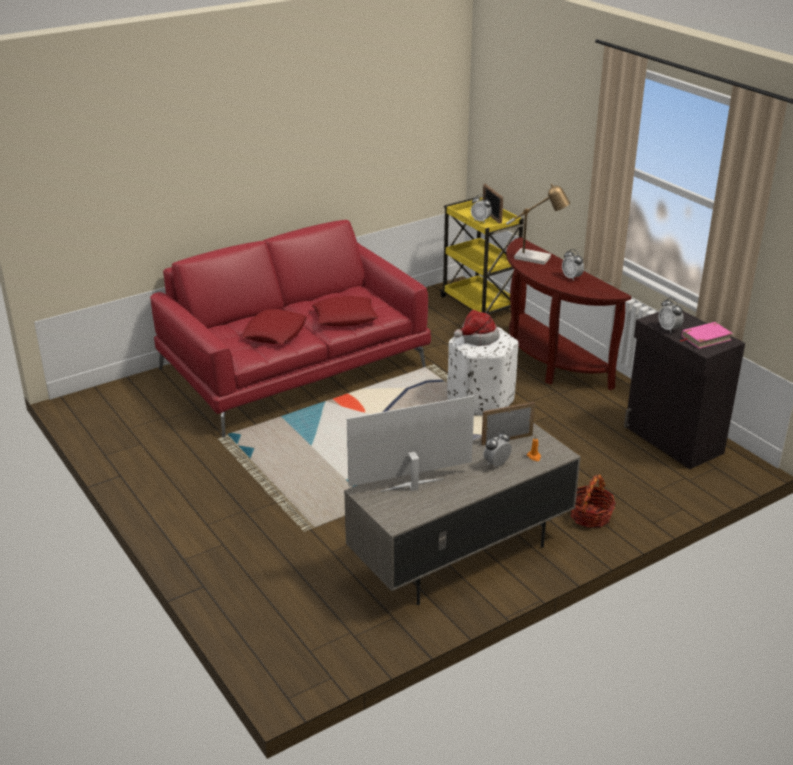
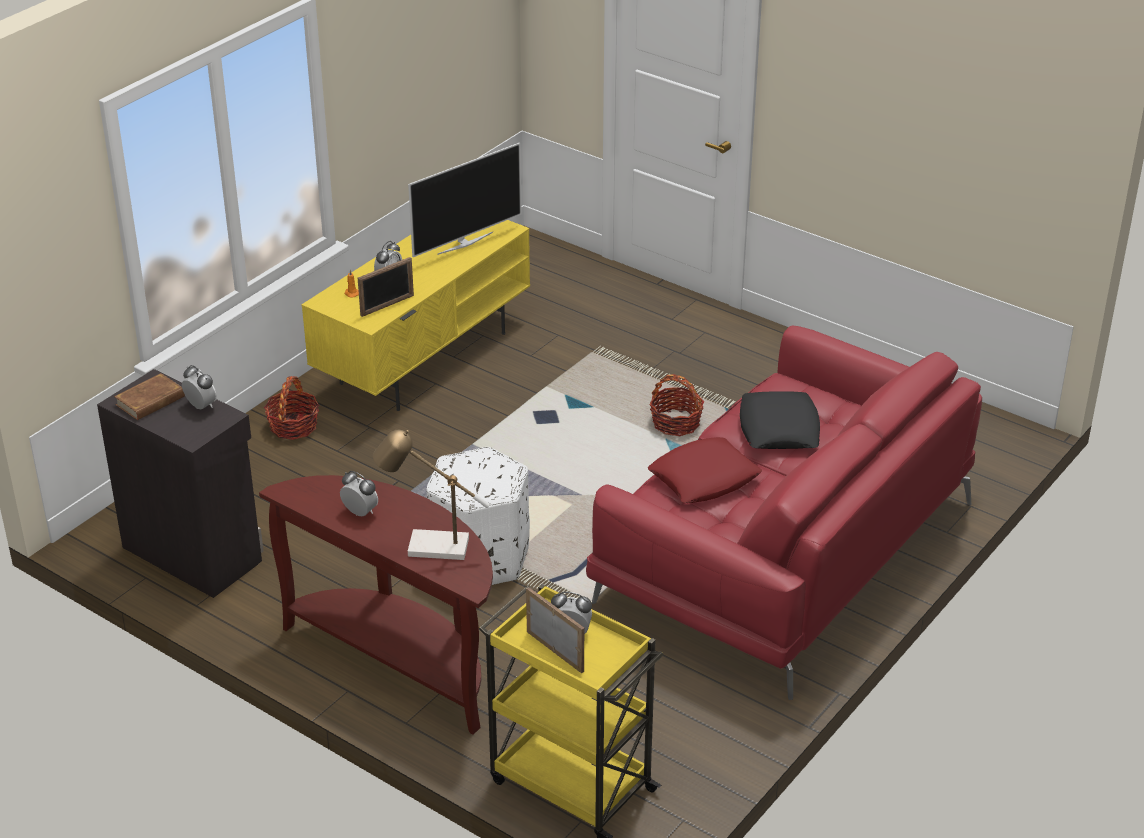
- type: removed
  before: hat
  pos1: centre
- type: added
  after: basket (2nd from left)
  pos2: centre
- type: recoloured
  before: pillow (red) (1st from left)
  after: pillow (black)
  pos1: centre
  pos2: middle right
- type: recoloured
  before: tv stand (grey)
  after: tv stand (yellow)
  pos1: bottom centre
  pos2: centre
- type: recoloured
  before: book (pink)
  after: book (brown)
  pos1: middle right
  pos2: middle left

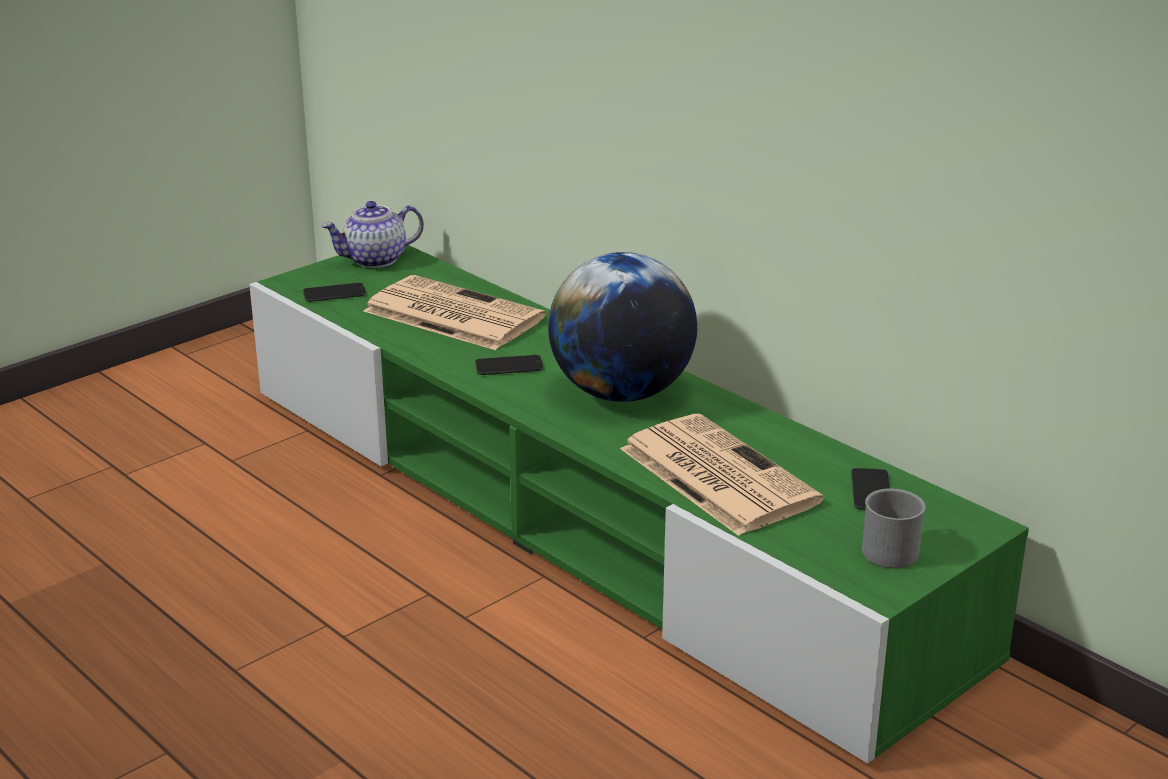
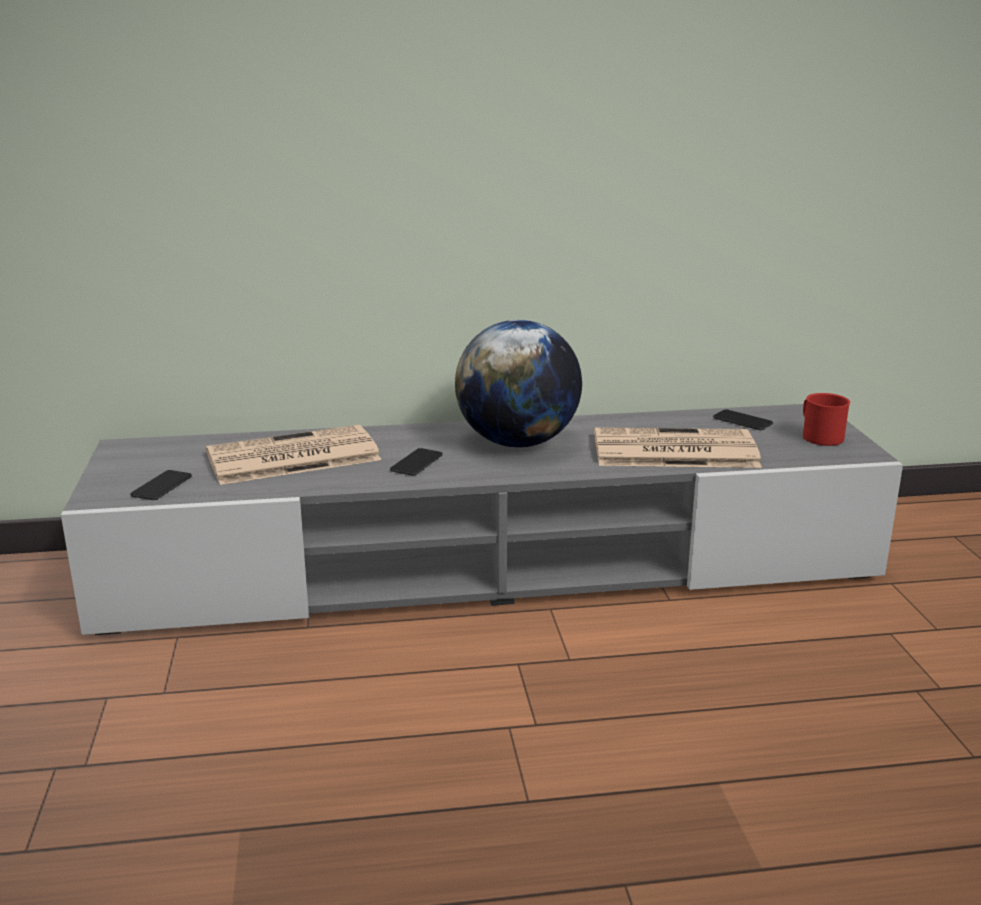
- type: removed
  before: teapot
  pos1: top left
- type: recoloured
  before: tv stand (green)
  after: tv stand (grey)
  pos1: centre
  pos2: centre
- type: recoloured
  before: mug (grey)
  after: mug (red)
  pos1: bottom right
  pos2: middle right

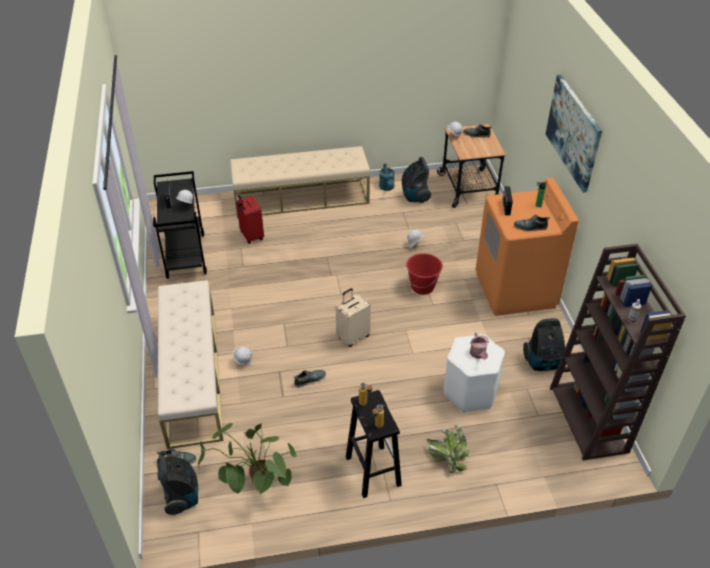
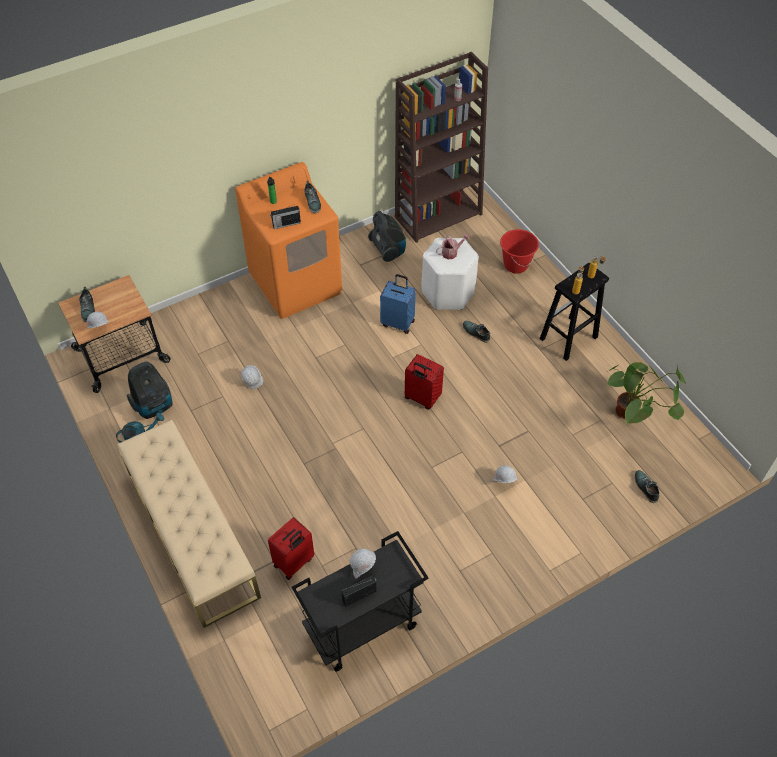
- type: removed
  before: vacuum cleaner (1st from left)
  pos1: bottom left
- type: removed
  before: bench (beige) (1st from left)
  pos1: middle left
- type: removed
  before: potted plant (2nd from left)
  pos1: bottom centre
- type: removed
  before: picture
  pos1: top right
- type: added
  after: suitcase (blue)
  pos2: centre
- type: moved
  before: shoe (2nd from left in the first image)
  after: shoe (3rd from left)
  pos1: bottom centre
  pos2: centre
- type: moved
  before: bucket (red)
  pos1: centre
  pos2: top right
- type: recoloured
  before: suitcase (beige)
  after: suitcase (red) (2nd from left)
  pos1: centre
  pos2: centre

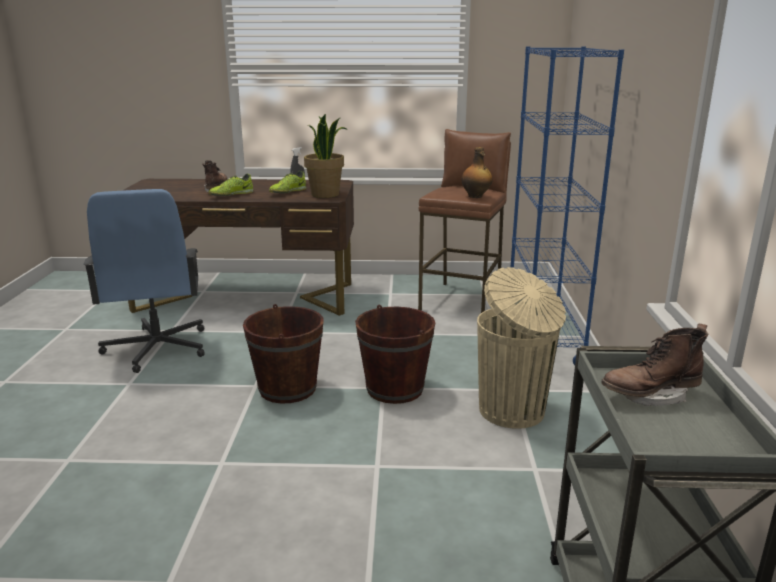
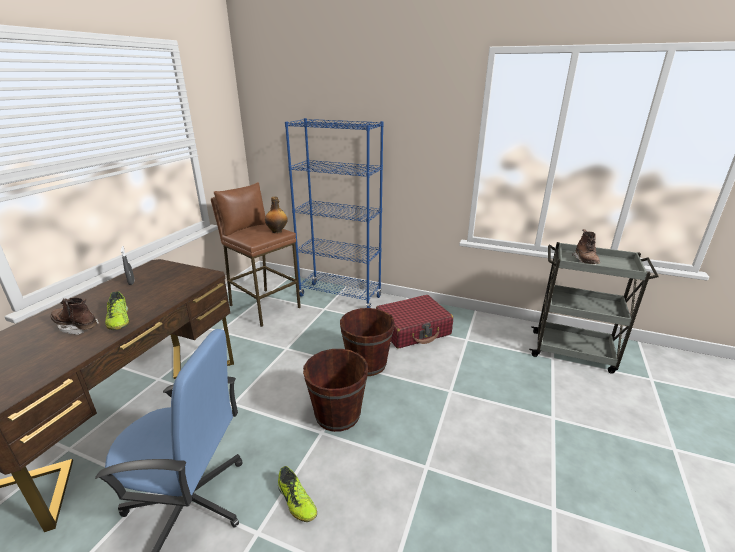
- type: removed
  before: potted plant
  pos1: top centre
- type: moved
  before: shoe (2nd from left)
  pos1: top centre
  pos2: bottom centre
- type: replaced
  before: trash can (beige)
  after: suitcase (red)
  pos1: middle right
  pos2: centre

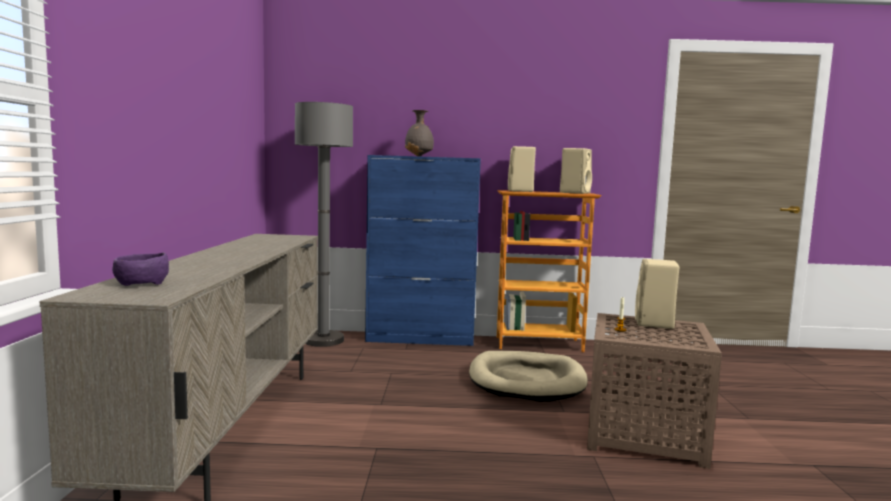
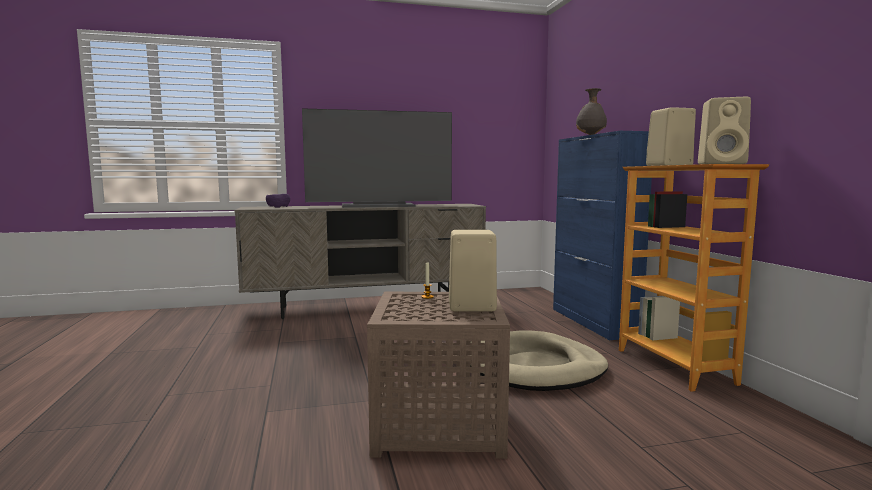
- type: removed
  before: floor lamp (grey)
  pos1: centre
- type: added
  after: television
  pos2: top centre

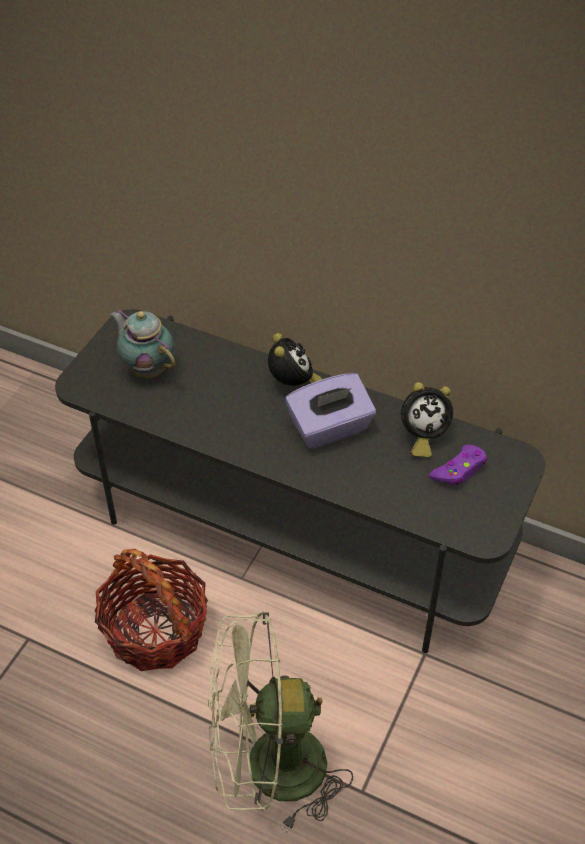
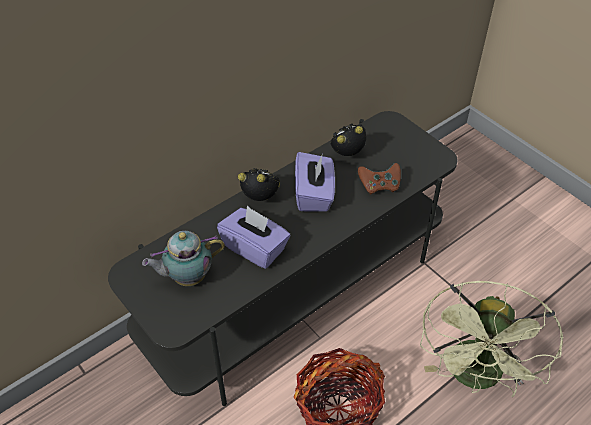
- type: removed
  before: game controller (purple)
  pos1: middle right
- type: added
  after: tissue box (purple) (1st from left)
  pos2: centre
- type: added
  after: game controller (brown)
  pos2: centre
- type: turned
  before: alarm clock (2nd from left)
  pos1: middle right
  pos2: top centre
  turn: -135

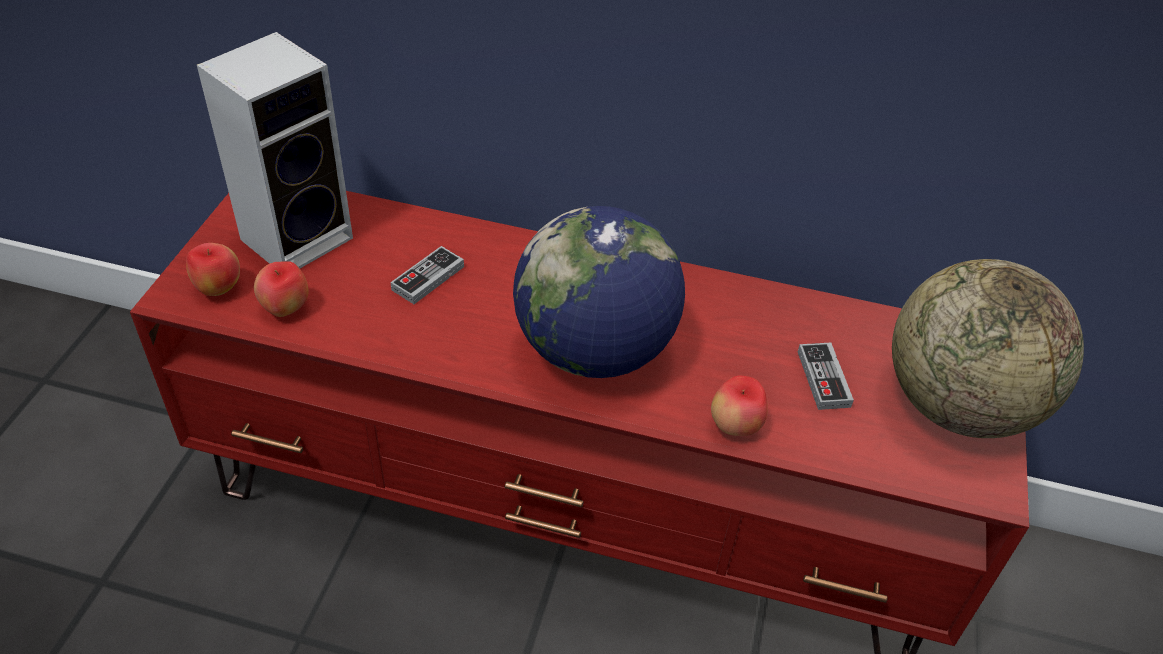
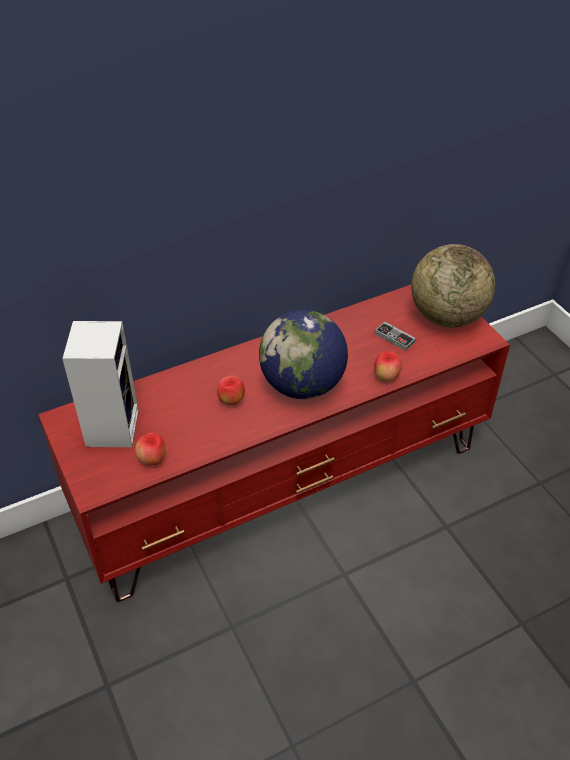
- type: removed
  before: game controller (1st from left)
  pos1: centre
- type: moved
  before: apple (1st from left in the first image)
  after: apple (2nd from left)
  pos1: middle left
  pos2: centre

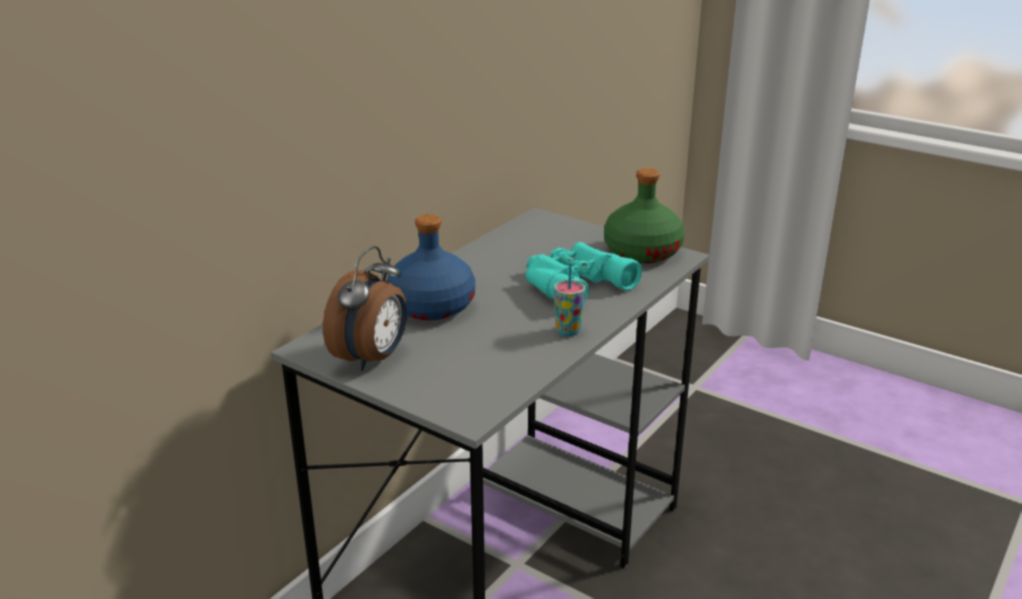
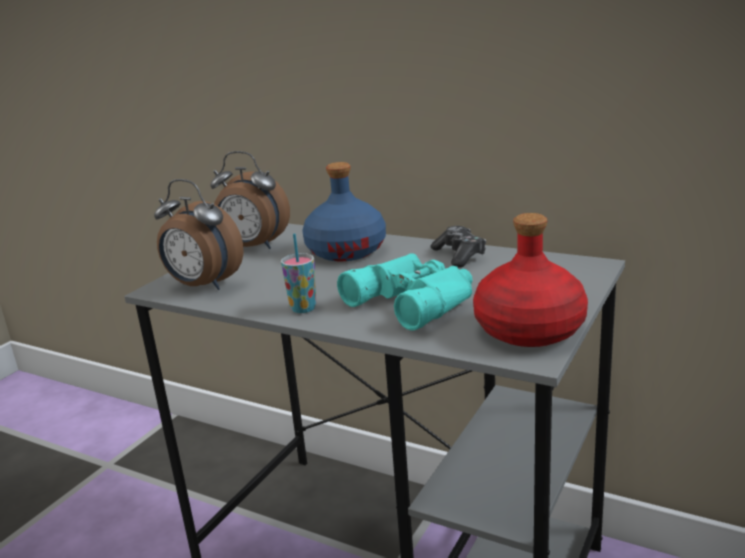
- type: added
  after: alarm clock (1st from left)
  pos2: middle left
- type: added
  after: game controller
  pos2: centre
- type: recoloured
  before: bottle (green)
  after: bottle (red)
  pos1: centre
  pos2: middle right

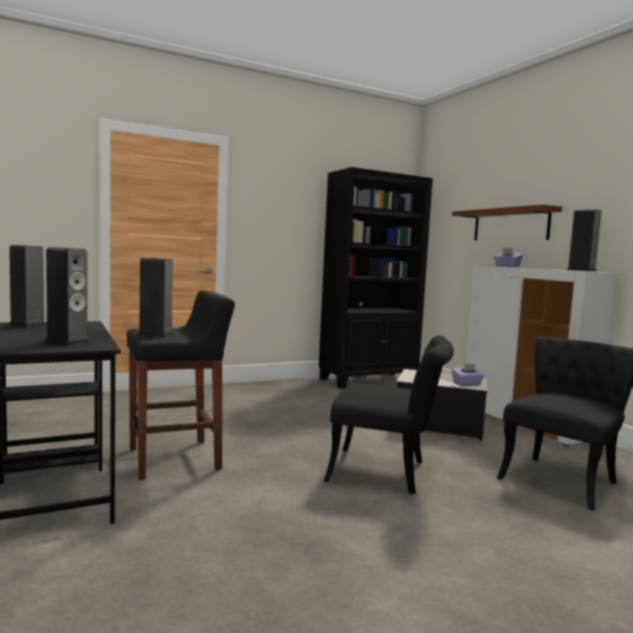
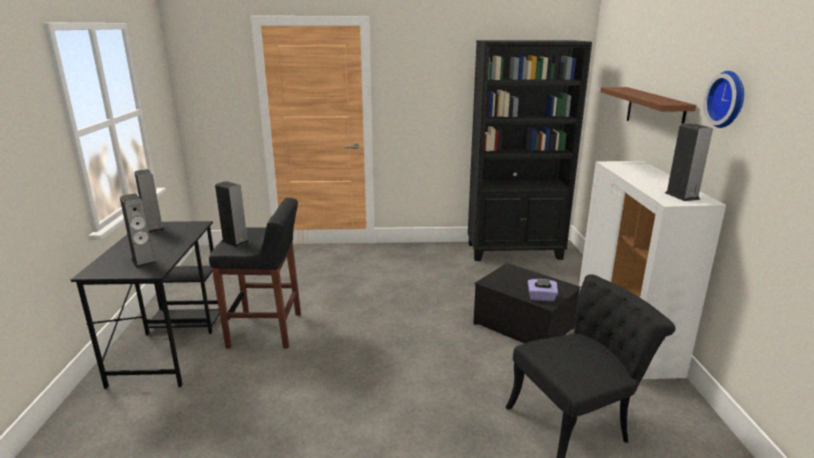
- type: removed
  before: chair (black) (1st from left)
  pos1: centre
- type: removed
  before: tissue box (purple) (2nd from left)
  pos1: middle right
- type: added
  after: wall clock
  pos2: top right

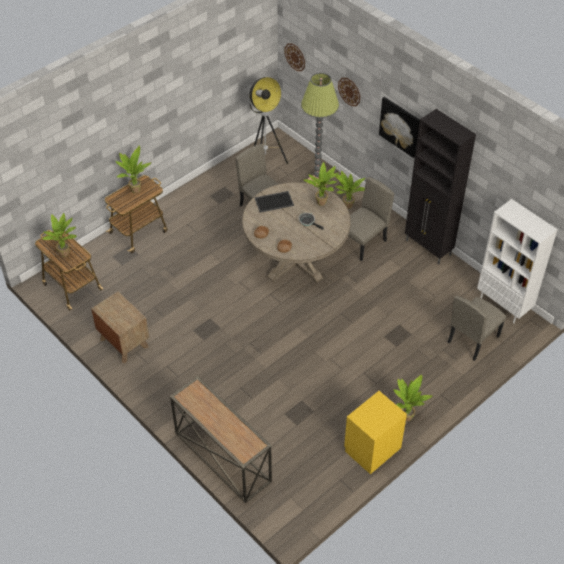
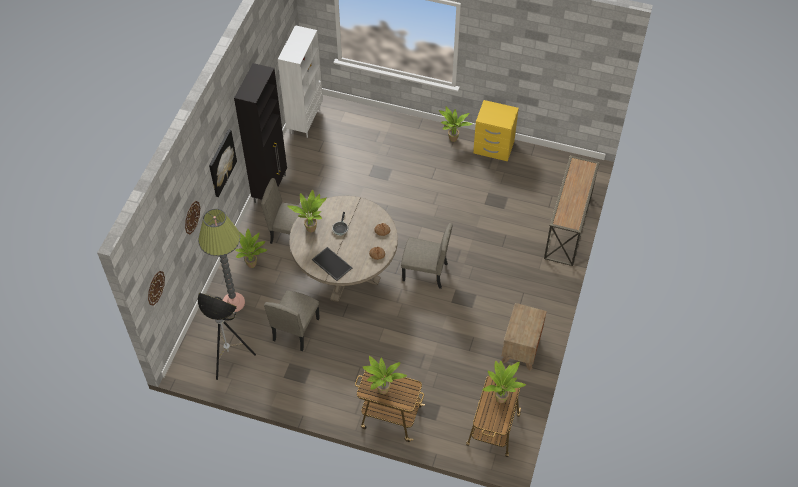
- type: moved
  before: chair (beige) (3rd from left)
  pos1: middle right
  pos2: centre

